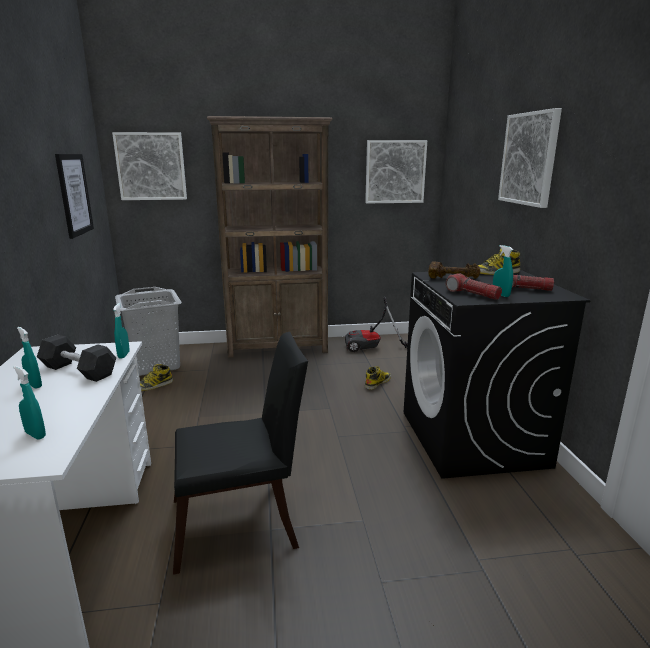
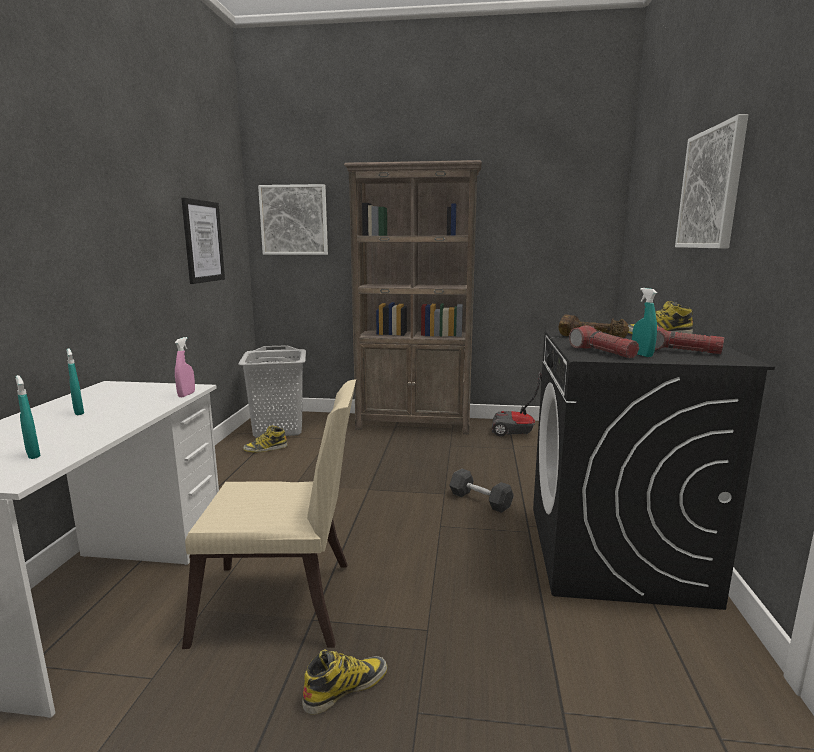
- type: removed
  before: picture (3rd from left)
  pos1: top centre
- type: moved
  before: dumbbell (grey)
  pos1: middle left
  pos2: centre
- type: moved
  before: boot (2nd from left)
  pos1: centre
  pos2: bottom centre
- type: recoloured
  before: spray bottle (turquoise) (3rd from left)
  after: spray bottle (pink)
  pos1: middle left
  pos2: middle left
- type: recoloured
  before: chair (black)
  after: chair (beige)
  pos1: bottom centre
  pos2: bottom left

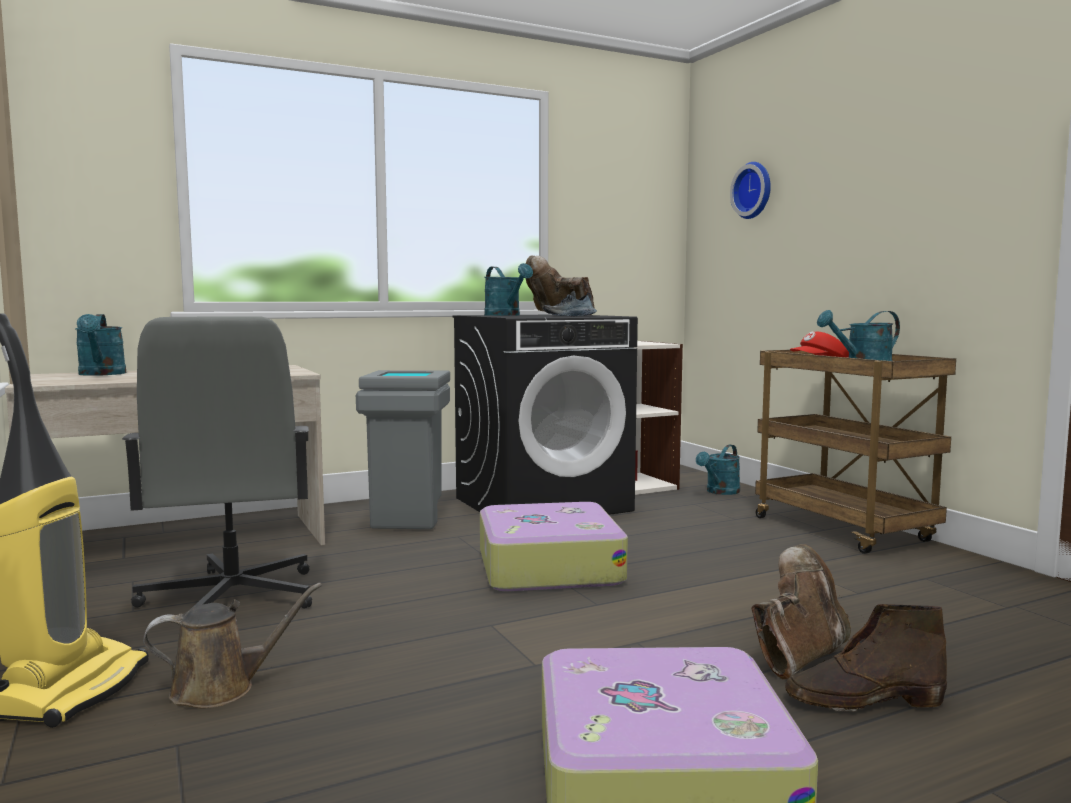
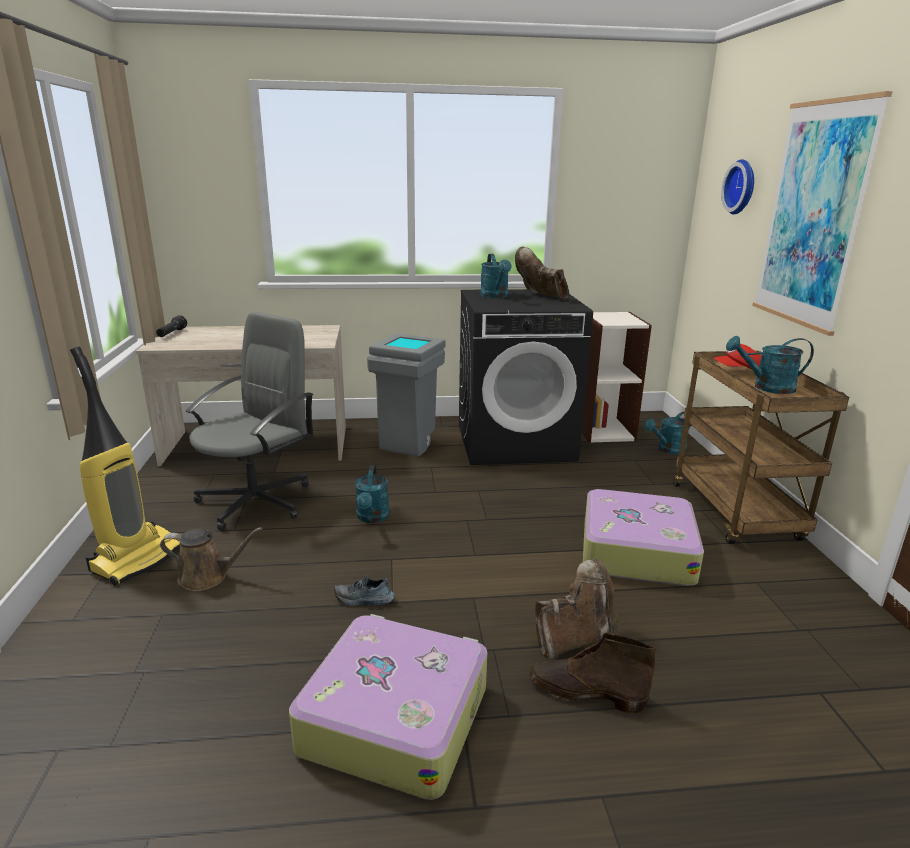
- type: added
  after: flashlight (black)
  pos2: middle left
- type: added
  after: picture
  pos2: top right
- type: moved
  before: watering can (turquoise) (1st from left)
  pos1: middle left
  pos2: centre
- type: moved
  before: suitcase (1st from left in the first image)
  after: suitcase (2nd from left)
  pos1: bottom centre
  pos2: middle right
- type: moved
  before: shoe
  pos1: centre
  pos2: bottom centre
- type: turned
  before: office chair (grey)
  pos1: middle left
  pos2: middle left
  turn: -150

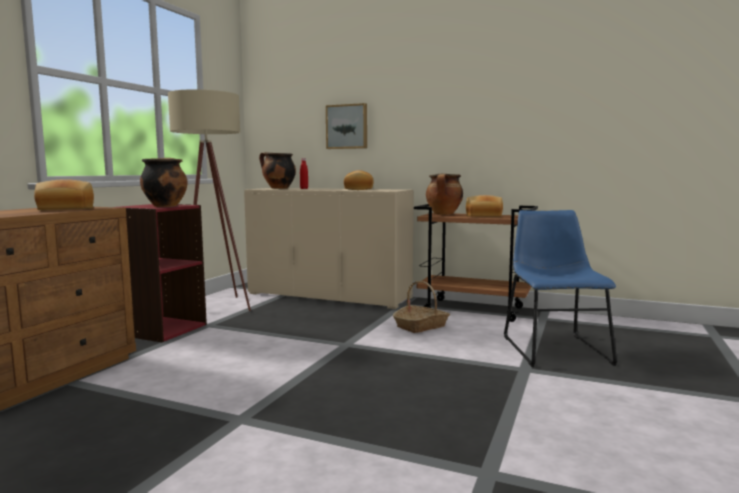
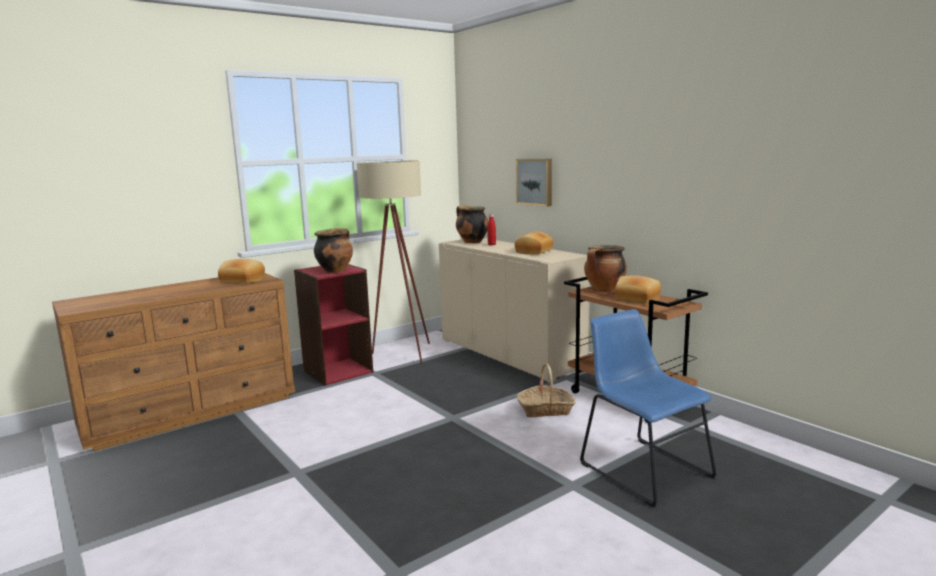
- type: turned
  before: chair (blue)
  pos1: middle right
  pos2: bottom right
  turn: -60

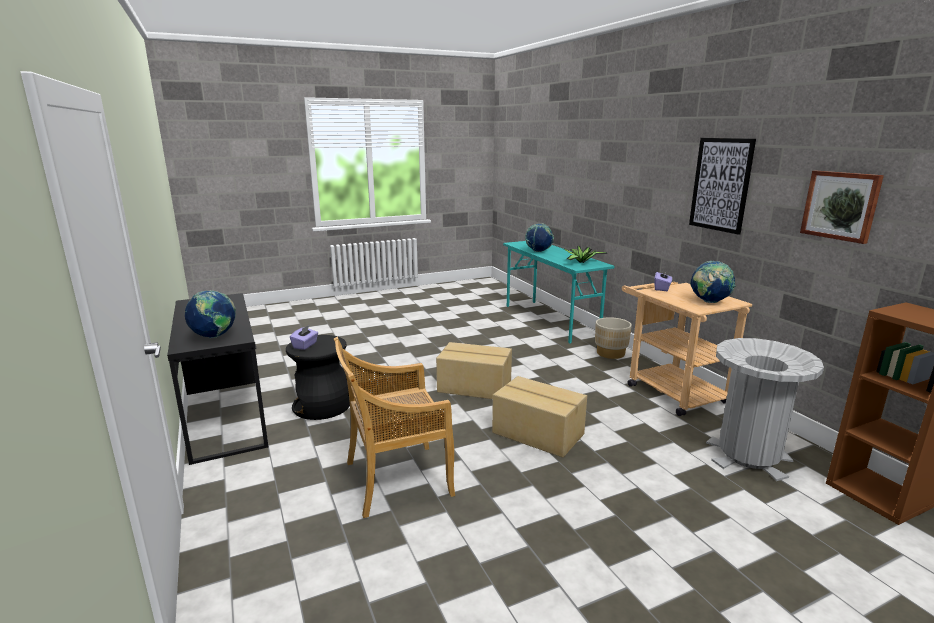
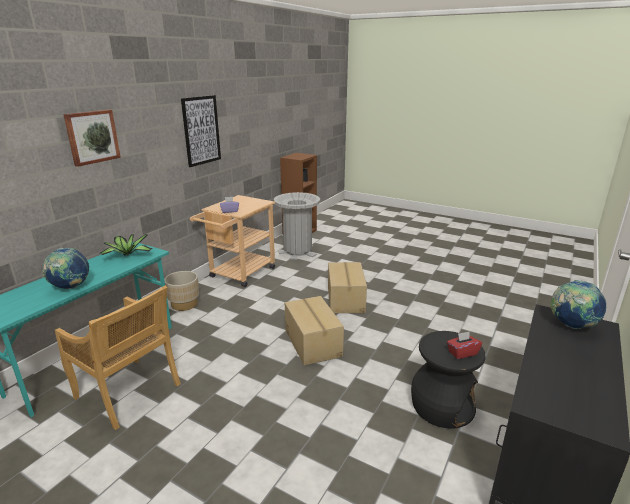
- type: removed
  before: globe (3rd from left)
  pos1: middle right
- type: moved
  before: chair (beige)
  pos1: bottom centre
  pos2: bottom left
- type: moved
  before: picture (2nd from left in the first image)
  after: picture (1st from left)
  pos1: top right
  pos2: top left
- type: recoloured
  before: tissue box (purple) (1st from left)
  after: tissue box (red)
  pos1: middle left
  pos2: bottom right

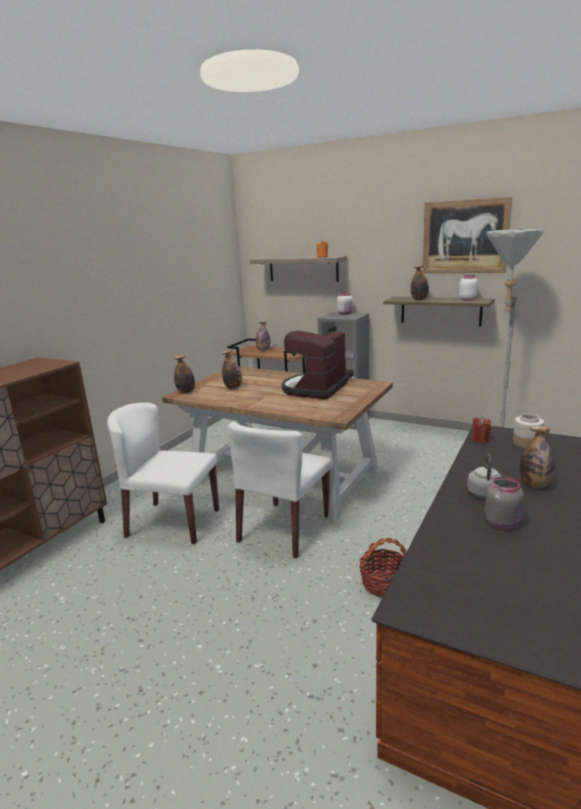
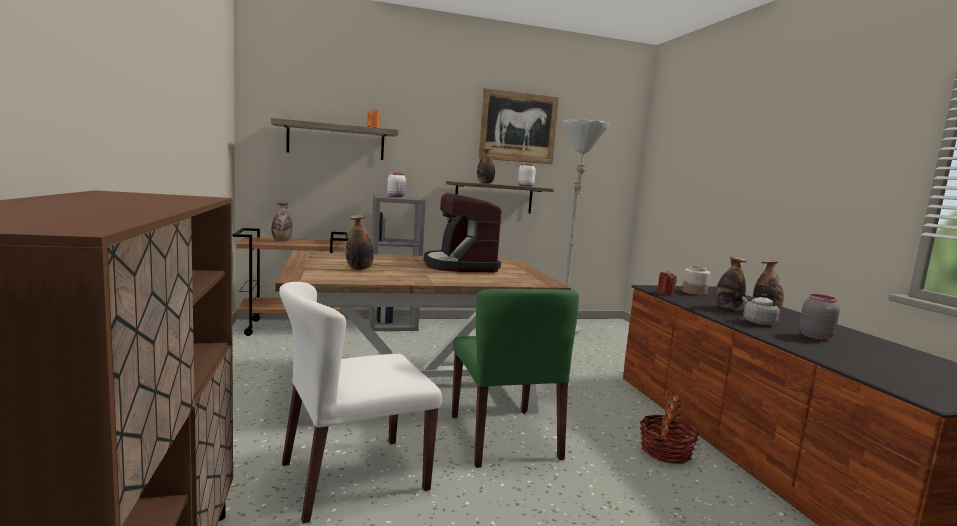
- type: moved
  before: bottle (1st from left in the first image)
  after: bottle (4th from left)
  pos1: middle left
  pos2: middle right
- type: recoloured
  before: chair (white) (2nd from left)
  after: chair (green)
  pos1: centre
  pos2: bottom centre

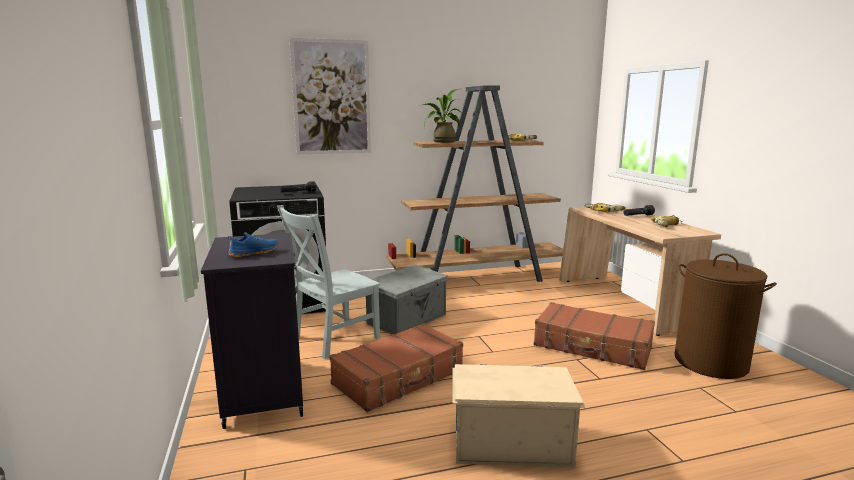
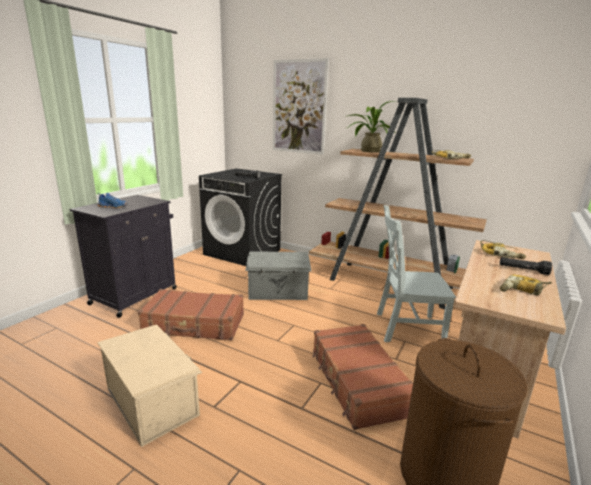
- type: moved
  before: chair (grey)
  pos1: centre
  pos2: middle right

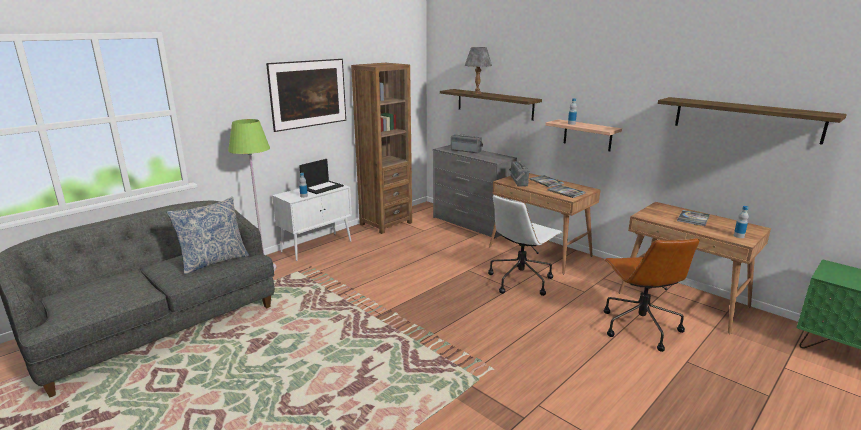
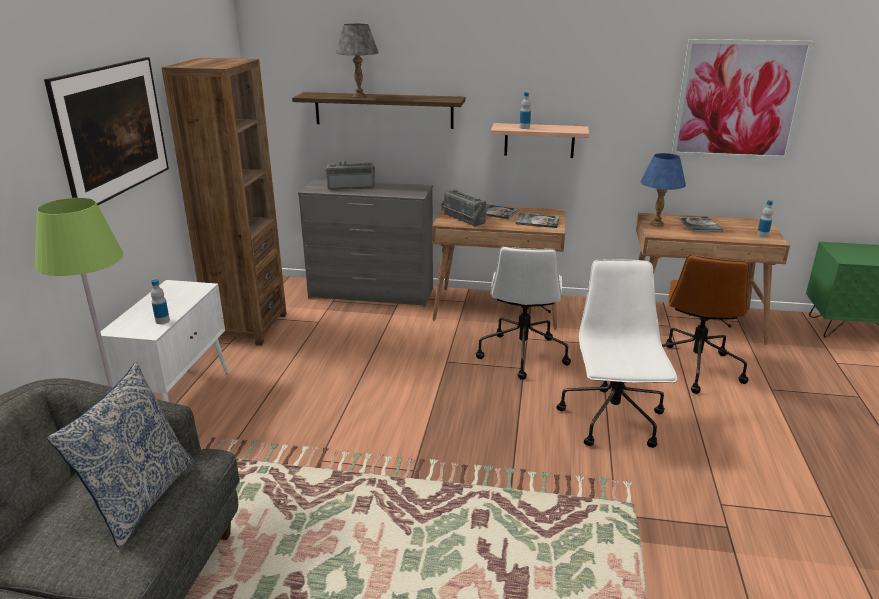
- type: removed
  before: laptop
  pos1: centre
- type: added
  after: office chair (white) (2nd from left)
  pos2: middle right
- type: added
  after: table lamp (blue)
  pos2: top right
- type: replaced
  before: shelf (3rd from left)
  after: picture (2nd from left)
  pos1: top right
  pos2: top right
- type: turned
  before: office chair (brown)
  pos1: bottom right
  pos2: middle right
  turn: 60

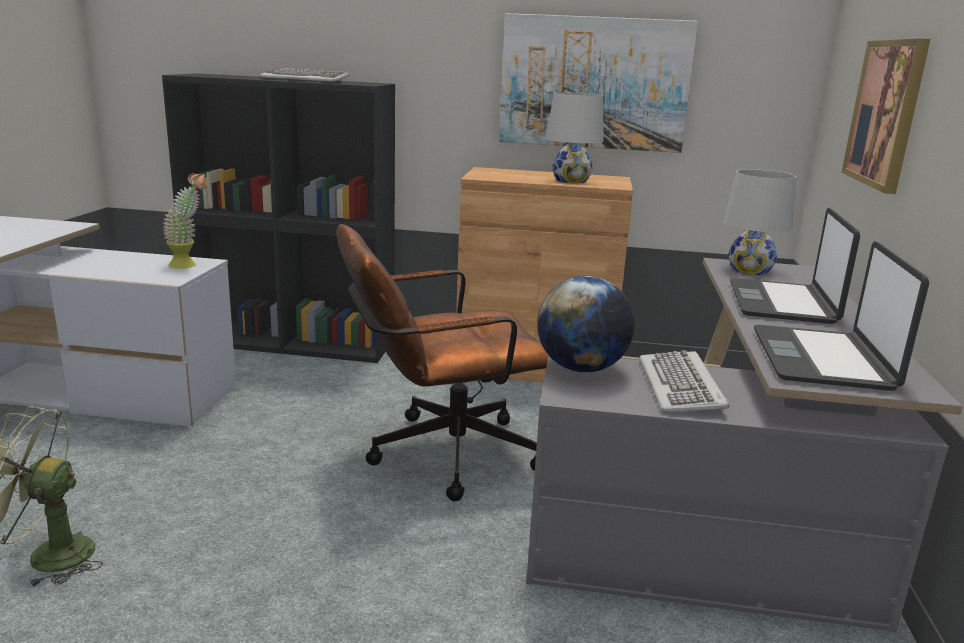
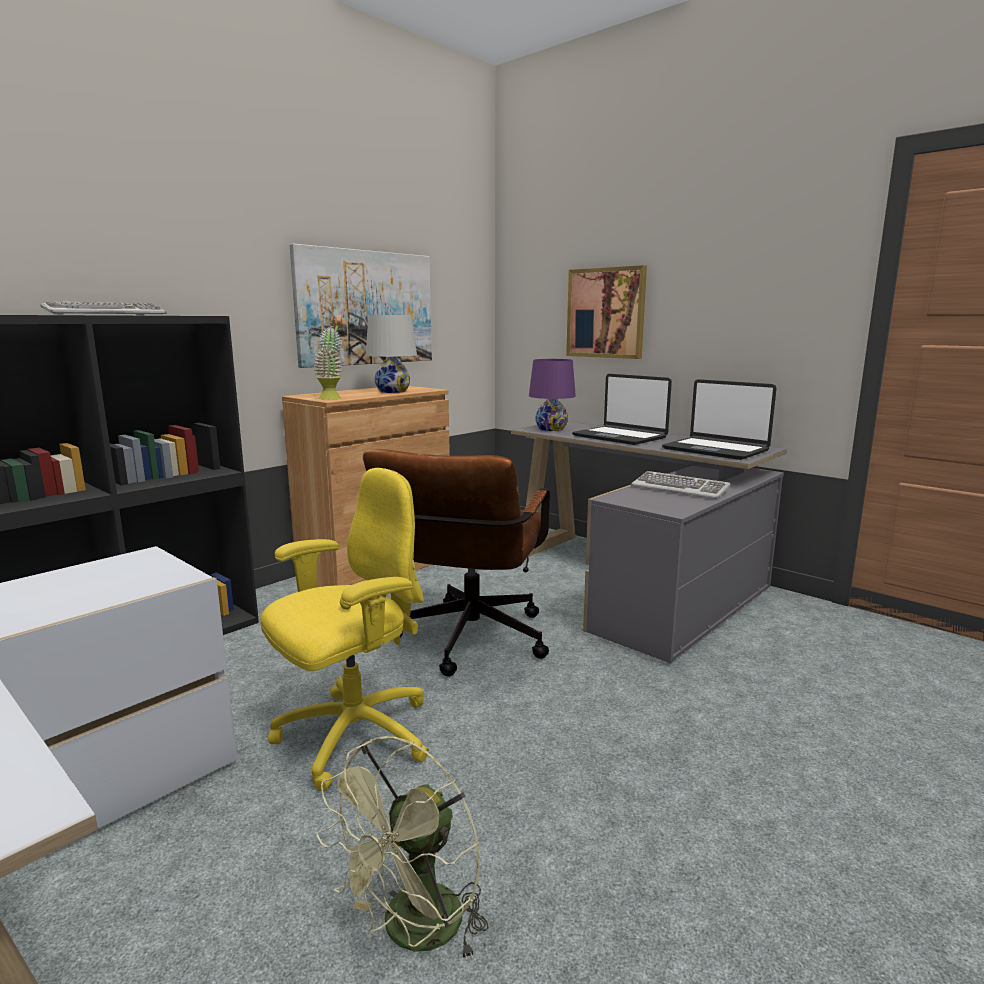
- type: removed
  before: globe
  pos1: centre
- type: added
  after: office chair (yellow)
  pos2: centre
- type: moved
  before: potted plant
  pos1: middle left
  pos2: centre
- type: recoloured
  before: table lamp (white) (2nd from left)
  after: table lamp (purple)
  pos1: middle right
  pos2: centre

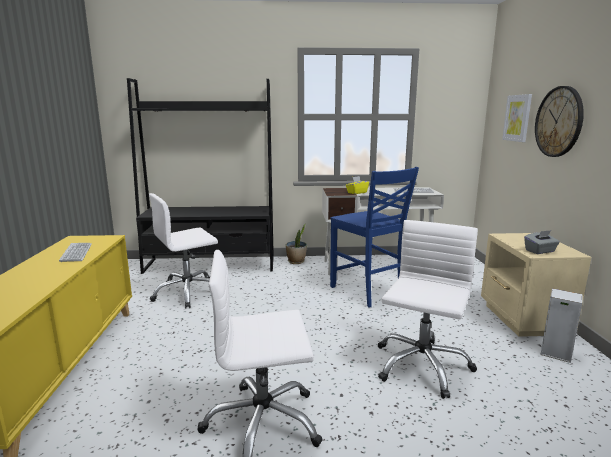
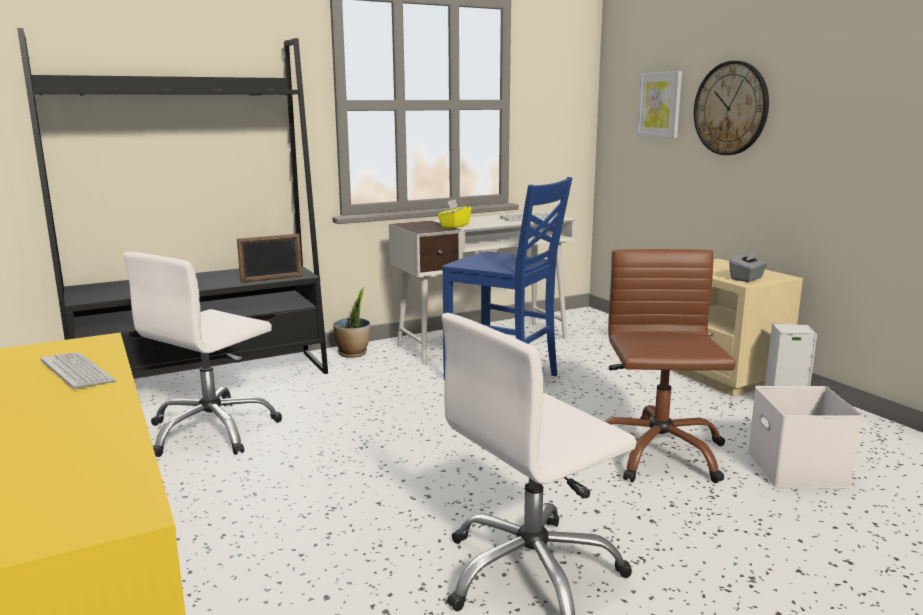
- type: added
  after: picture frame
  pos2: middle left
- type: added
  after: storage box (white)
  pos2: bottom right
- type: recoloured
  before: office chair (white) (3rd from left)
  after: office chair (brown)
  pos1: bottom right
  pos2: middle right

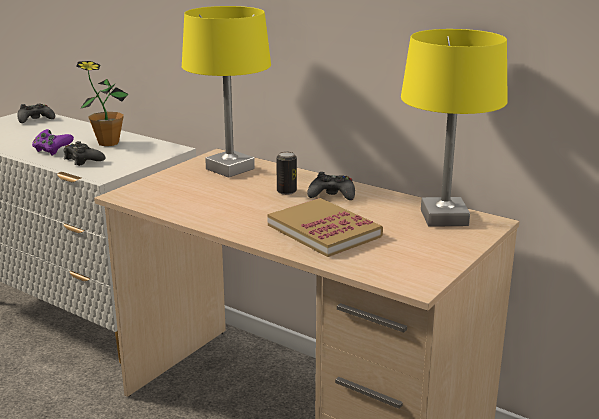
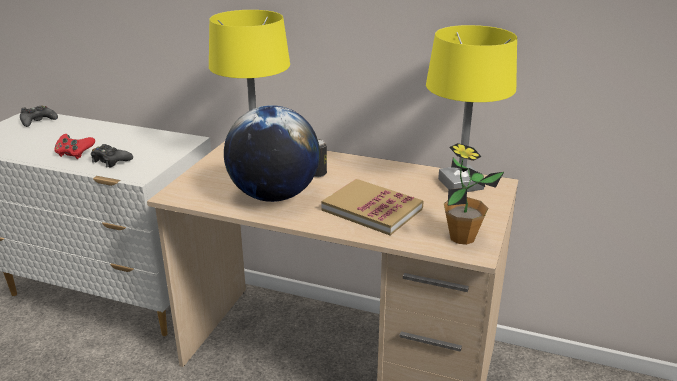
- type: removed
  before: game controller (black) (3rd from left)
  pos1: centre
- type: added
  after: globe
  pos2: centre
- type: moved
  before: potted plant
  pos1: top left
  pos2: middle right
- type: recoloured
  before: game controller (purple)
  after: game controller (red)
  pos1: middle left
  pos2: middle left

